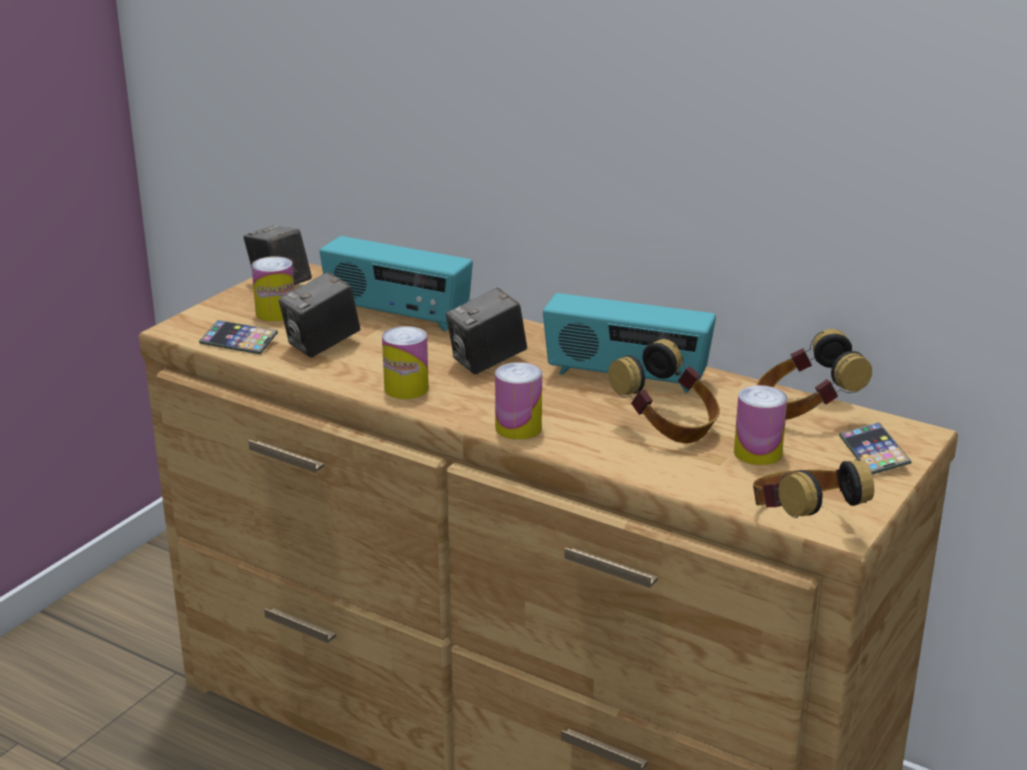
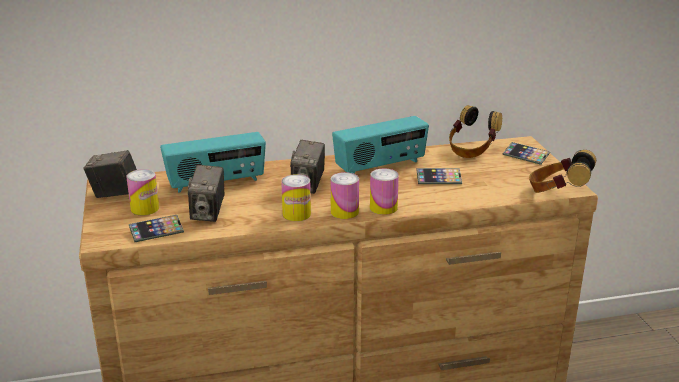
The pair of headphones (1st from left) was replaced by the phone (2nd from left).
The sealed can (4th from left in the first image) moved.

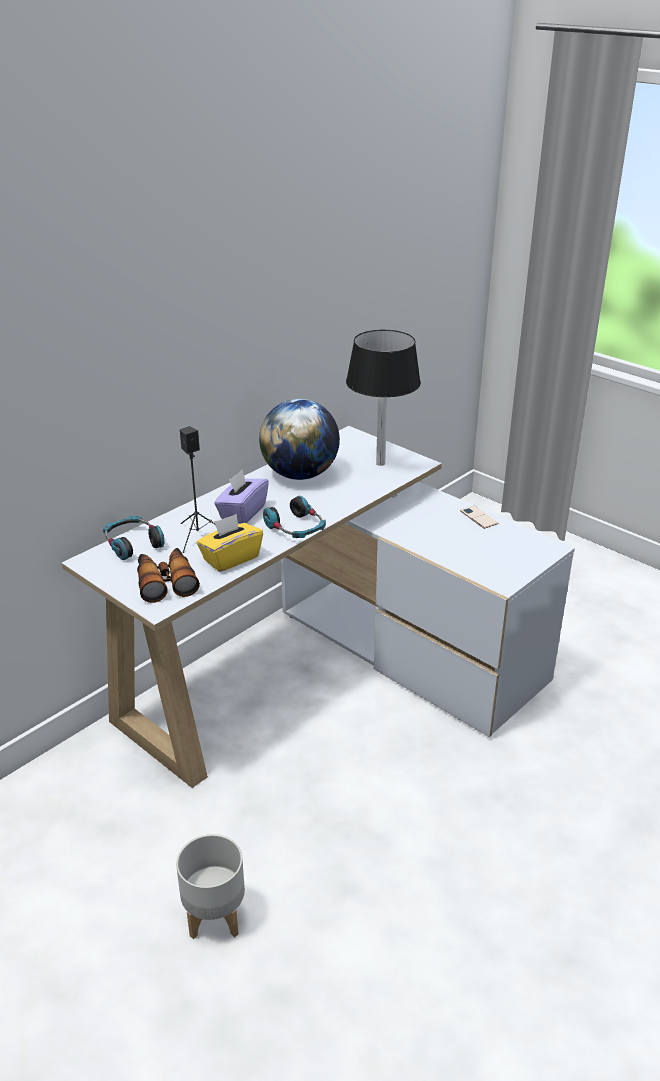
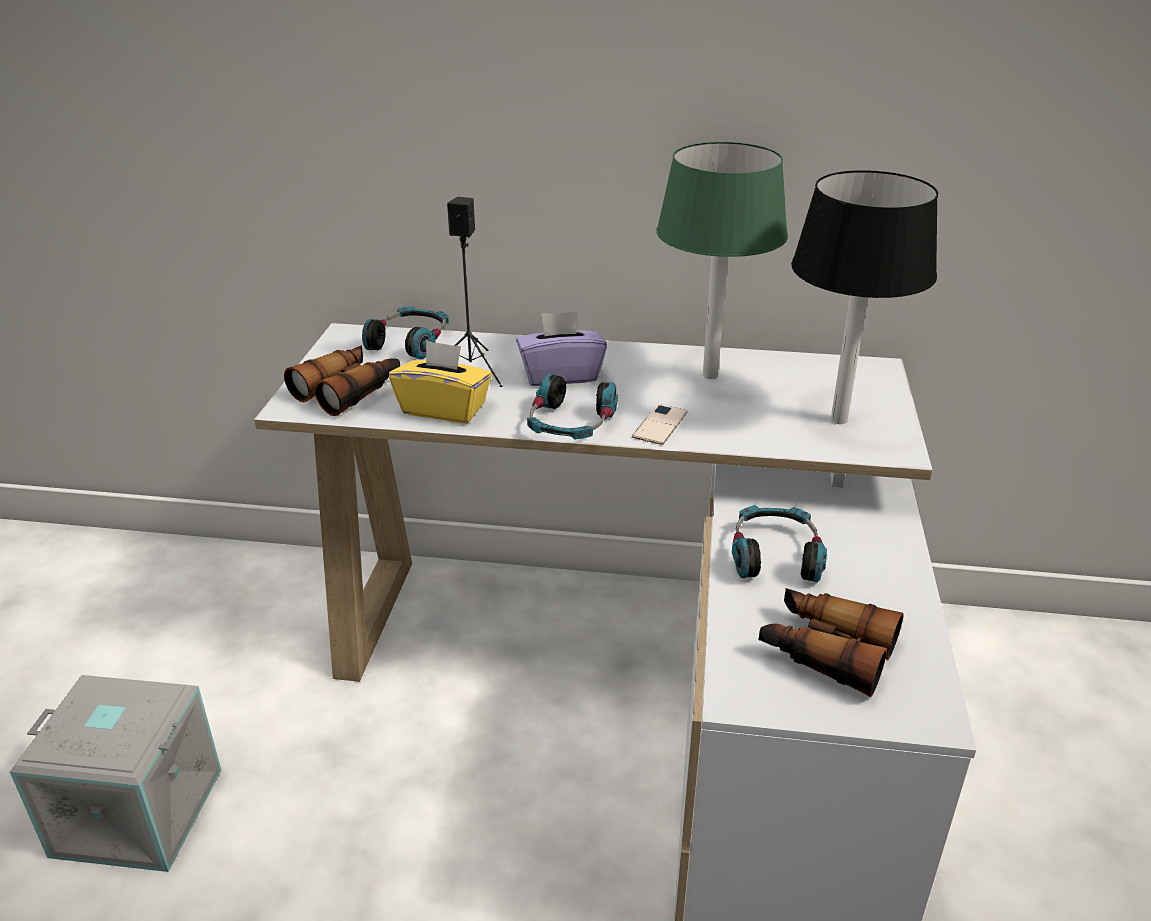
The globe was replaced by the green lamp for a table.
The phone moved.
The grey flower pot was replaced by the grey storage box.
The pair of headphones (3rd from left) appeared.
The field glasses (2nd from left) appeared.

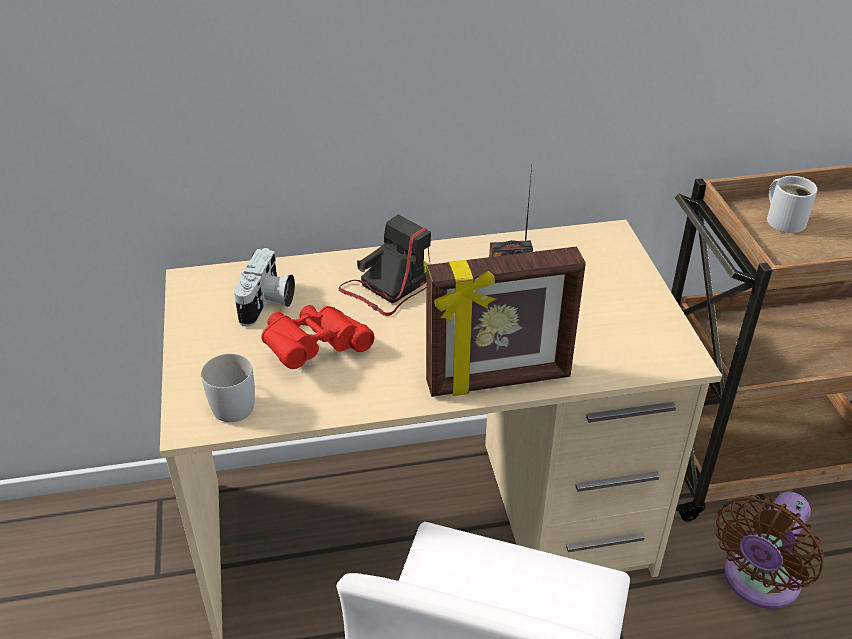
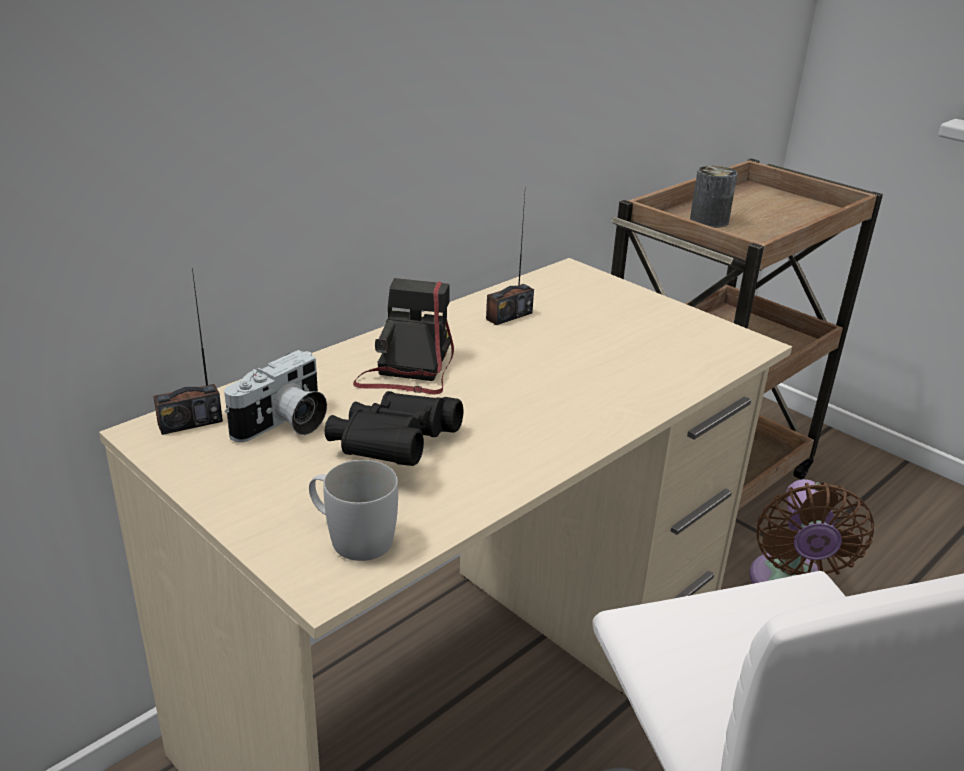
The white coffee mug (2nd from left) was replaced by the sealed can.
The photo frame disappeared.
The still camera (1st from left) turned 60 degrees clockwise.
The red field glasses became the blackish field glasses.
The radio receiver (1st from left) appeared.

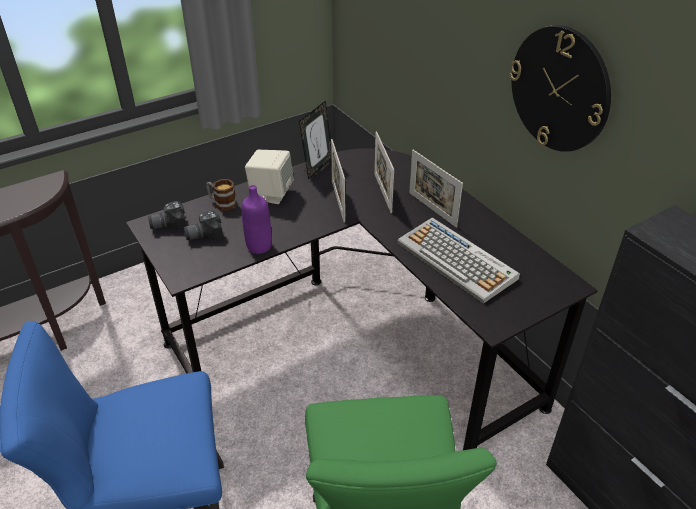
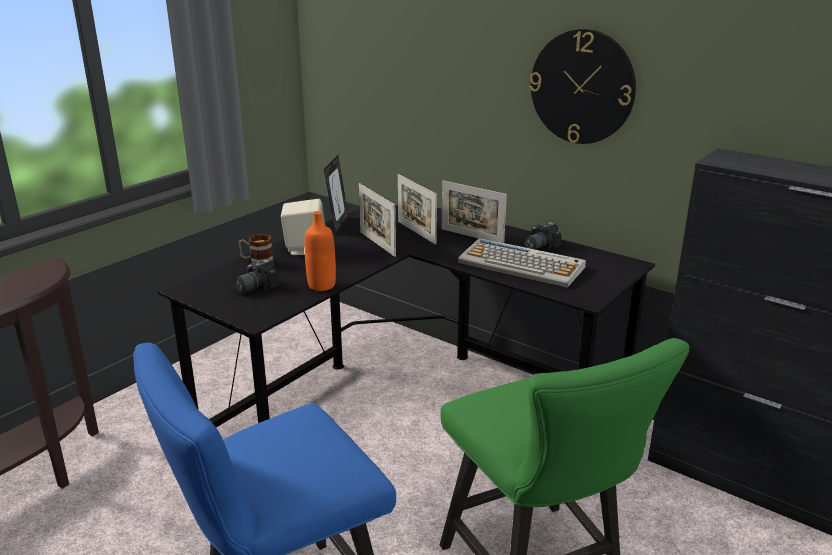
The purplish bottle became the orangey bottle.
The still camera (1st from left in the first image) moved.

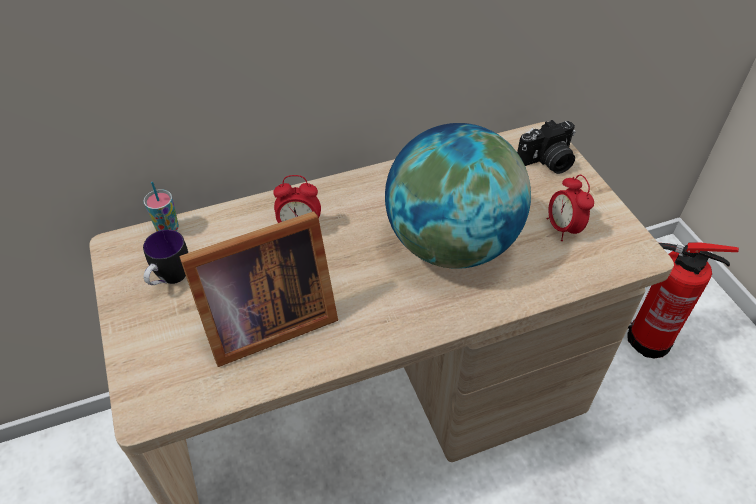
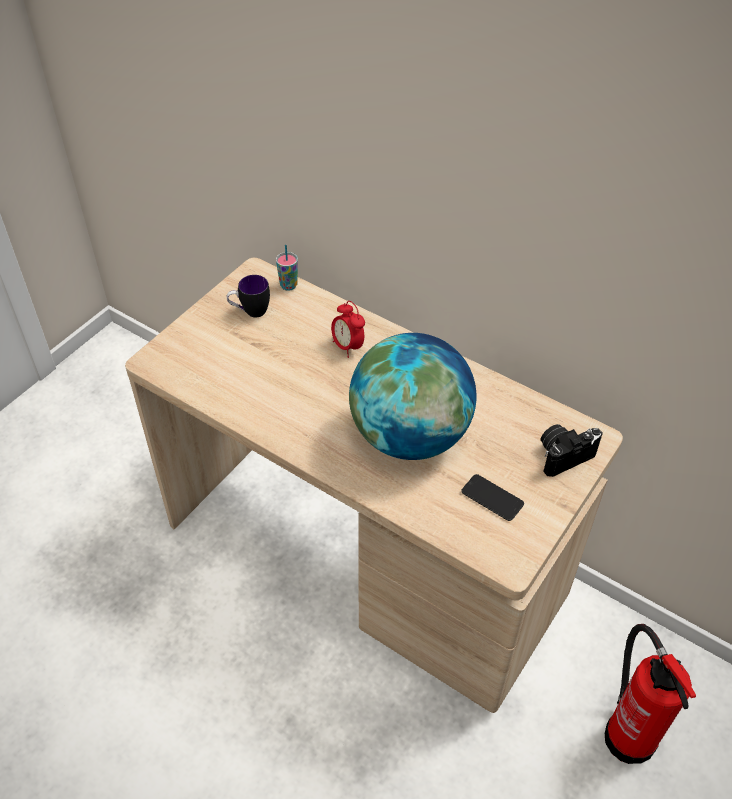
The still camera turned 120 degrees clockwise.
The bedside clock (2nd from left) was replaced by the phone.
The photo frame disappeared.

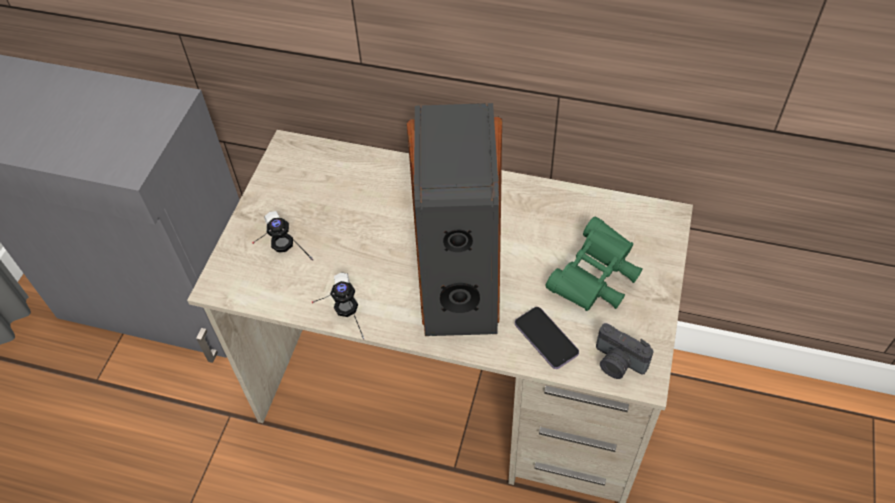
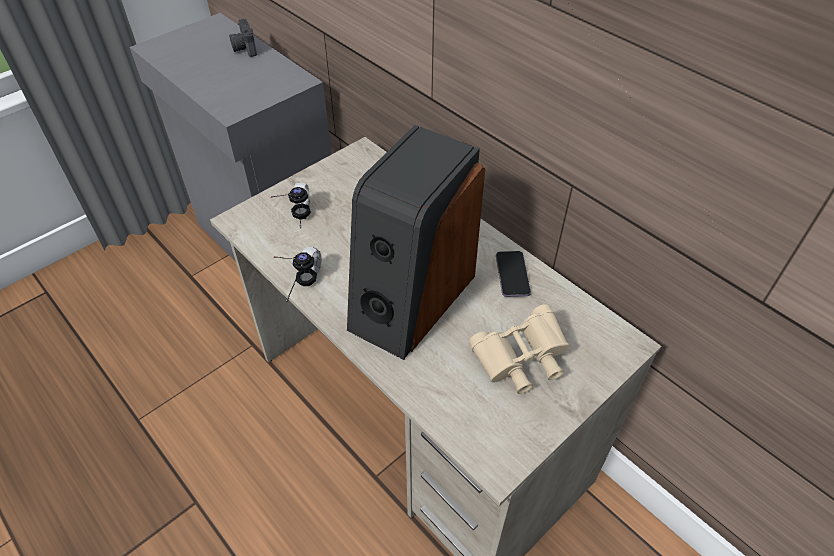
The green field glasses became the beige-coloured field glasses.
The phone moved.
The still camera moved.

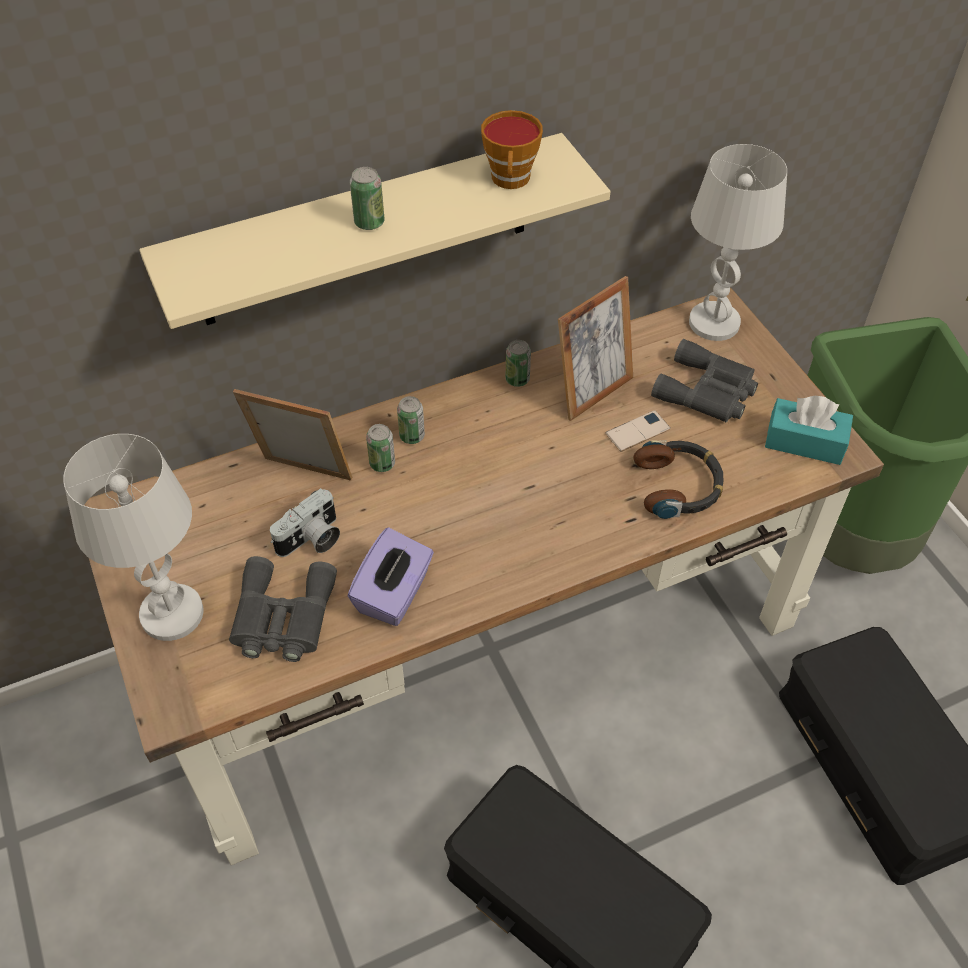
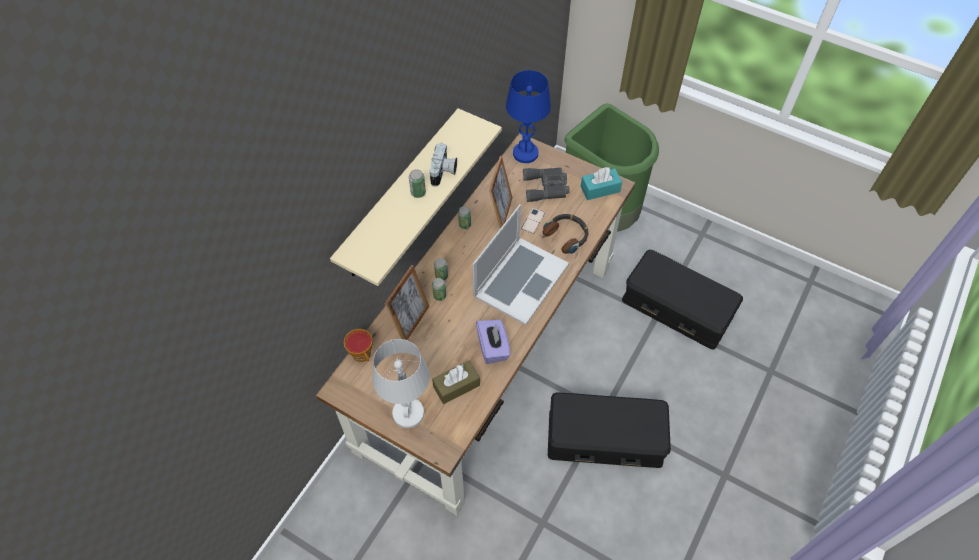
The cup moved.
The white lamp for a table (2nd from left) became the bluish lamp for a table.
The photo frame (1st from left) turned 135 degrees clockwise.
The still camera moved.
The grey field glasses (1st from left) was replaced by the brown-coloured box of tissues.
The laptop appeared.

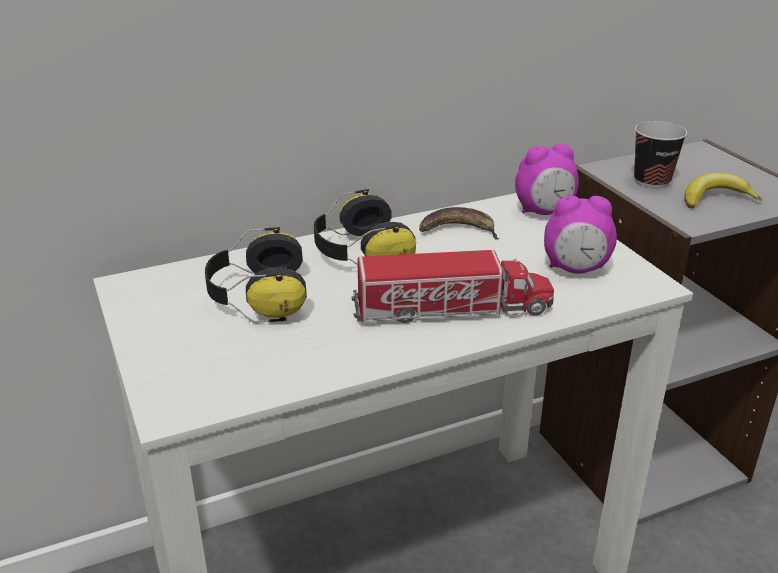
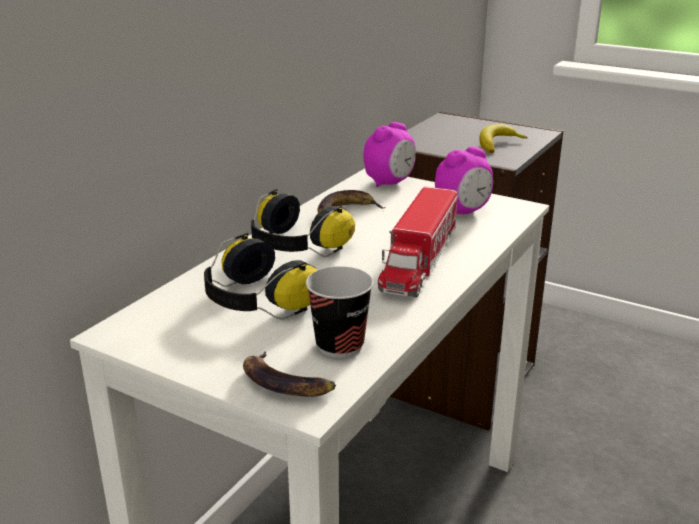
The cup moved.
The toy lorry turned 150 degrees clockwise.
The banana fruit (1st from left) appeared.

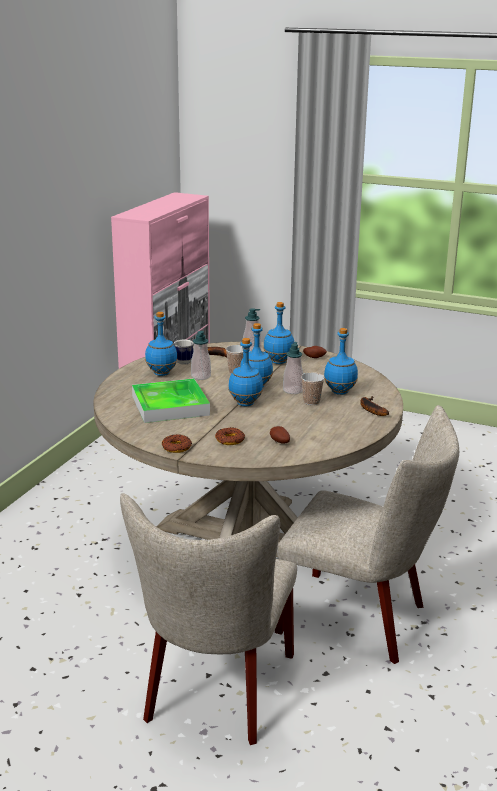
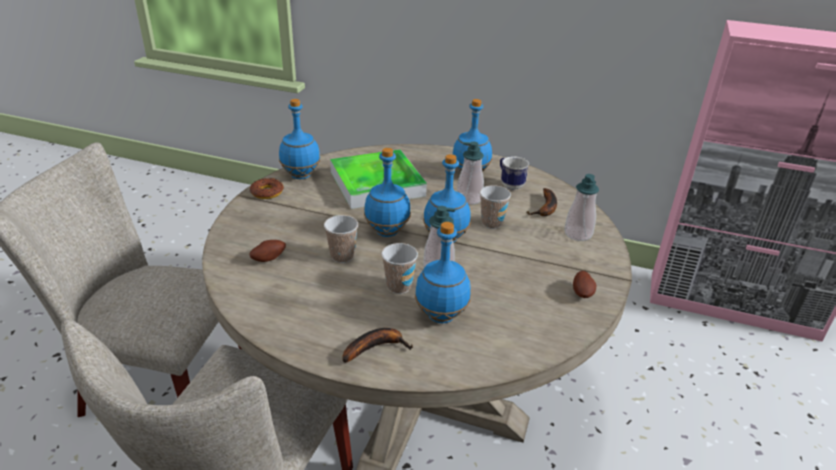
The bluish bottle (4th from left in the first image) moved.
The doughnut (2nd from left) disappeared.
The cup (1st from left) appeared.

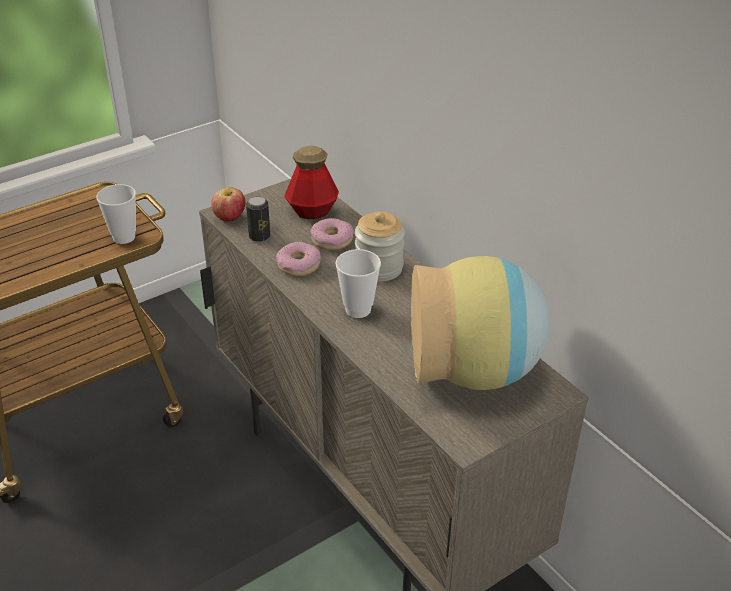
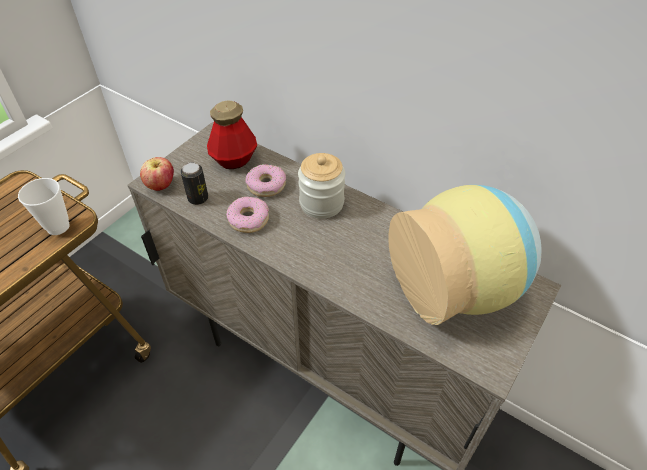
The cup (2nd from left) disappeared.

